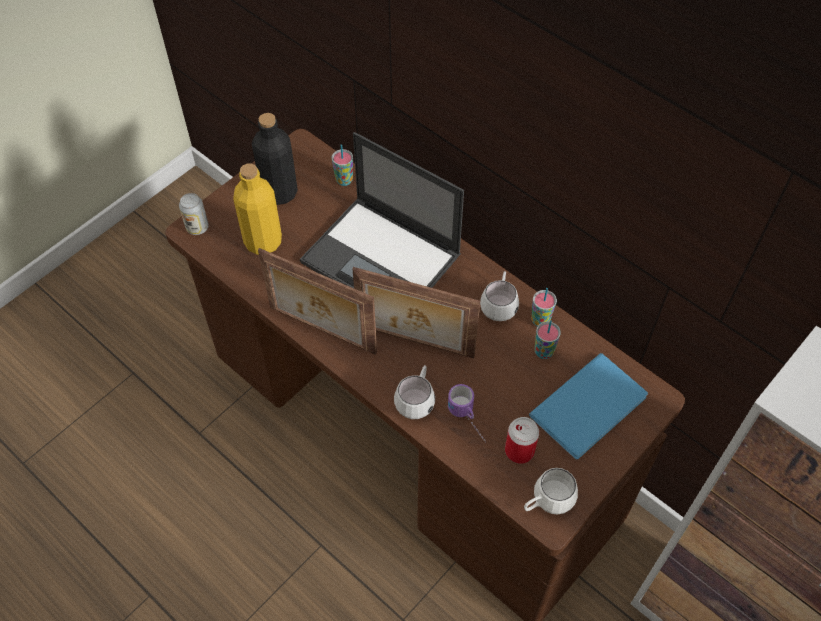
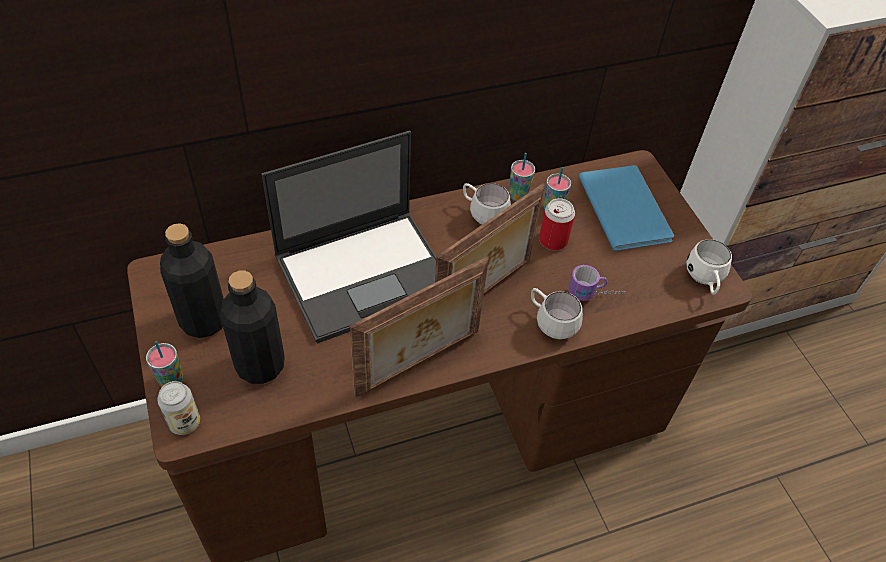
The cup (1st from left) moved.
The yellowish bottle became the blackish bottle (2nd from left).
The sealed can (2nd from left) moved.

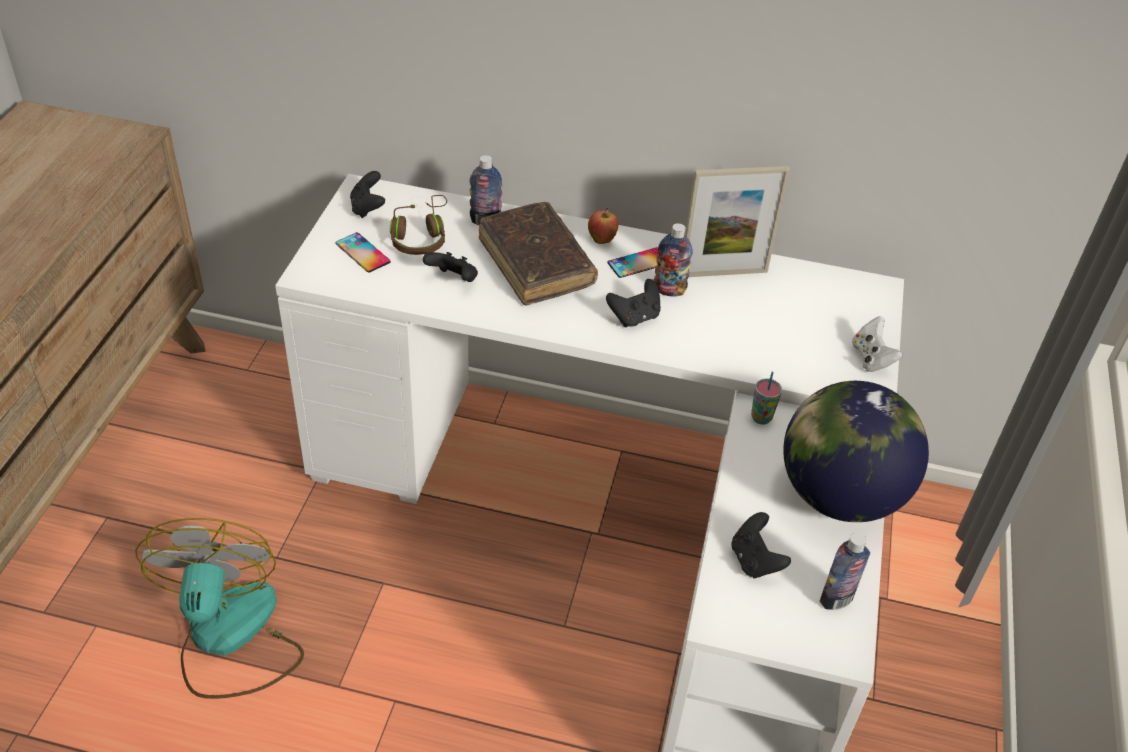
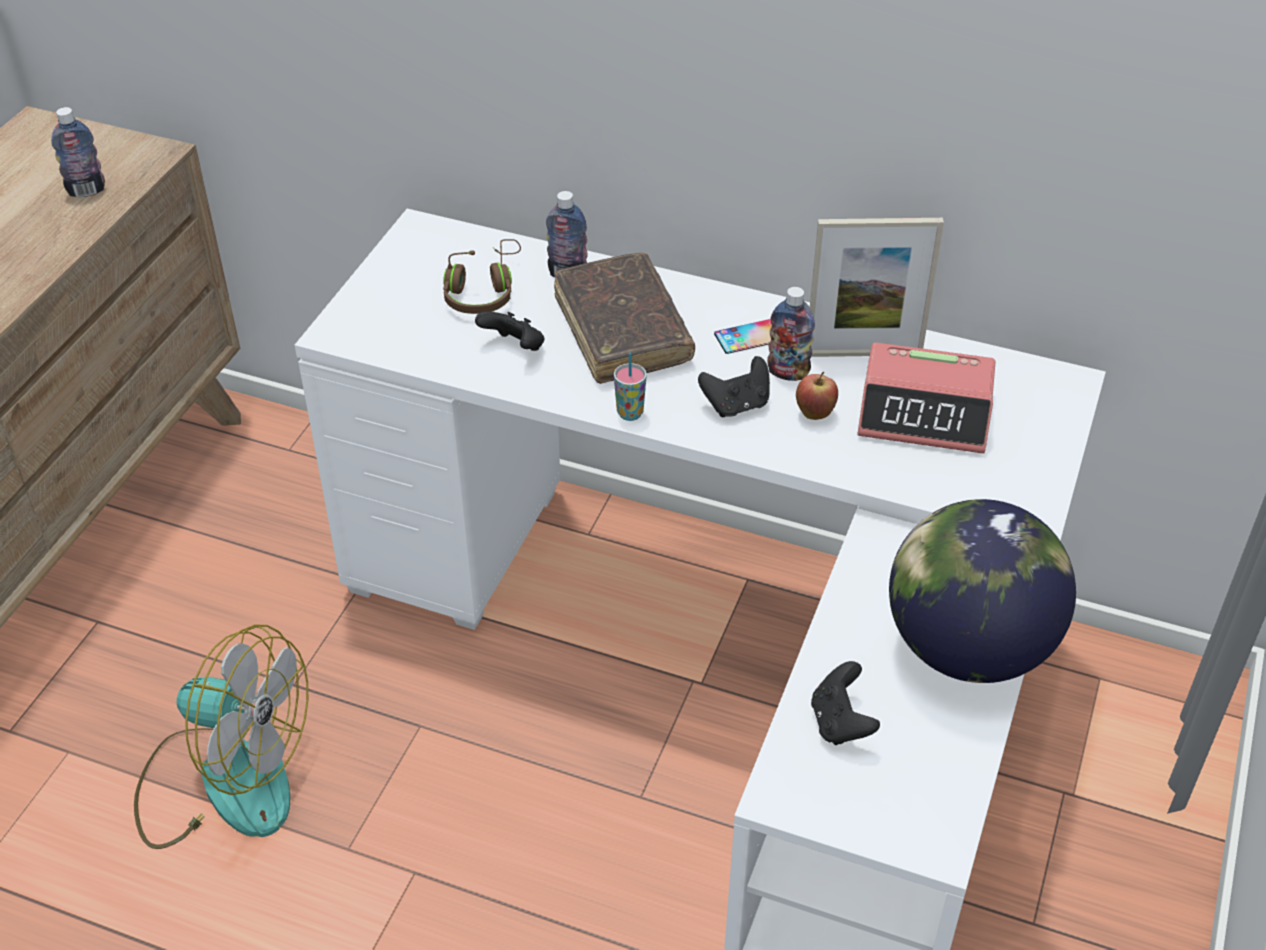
The blackish gamepad (1st from left) disappeared.
The whole apple moved.
The phone (1st from left) disappeared.
The white gamepad disappeared.
The cup moved.
The cooling fan turned 105 degrees clockwise.
The bottle (3rd from left in the first image) moved.
The bedside clock appeared.

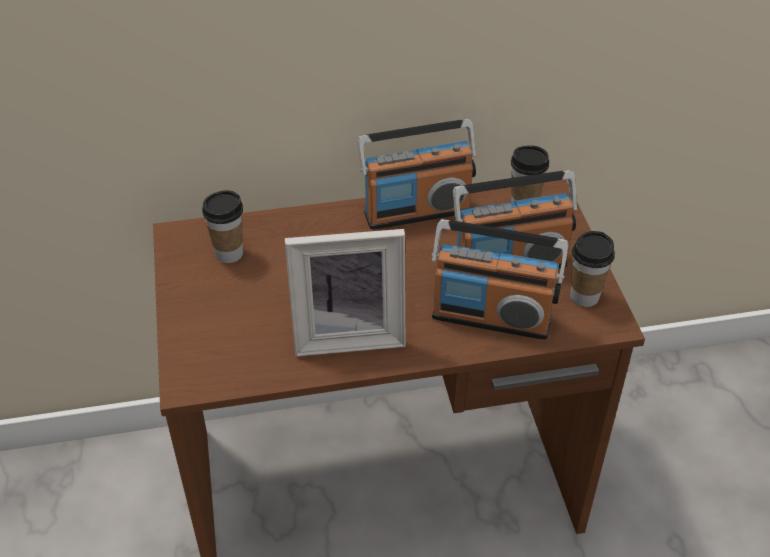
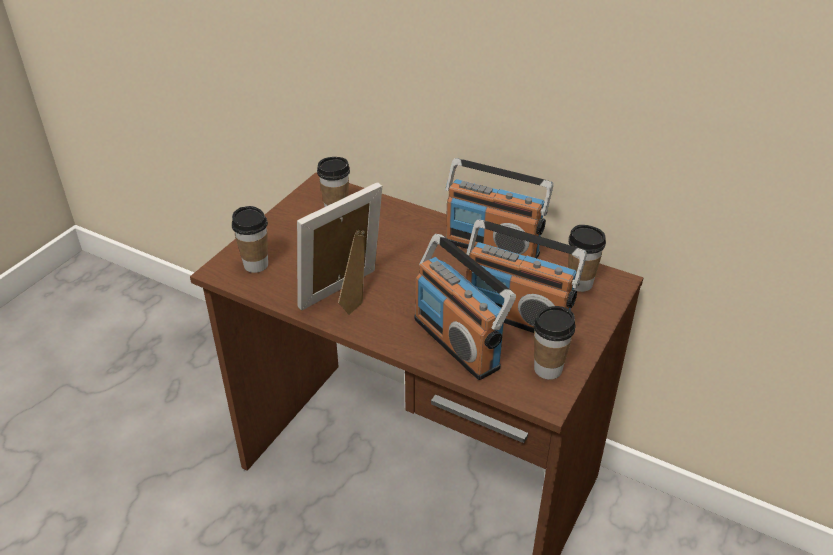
The photo frame turned 105 degrees clockwise.
The cup (1st from left) appeared.

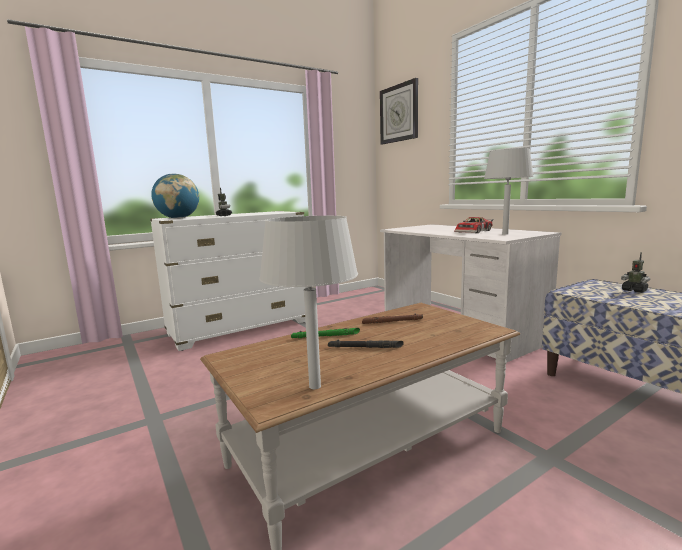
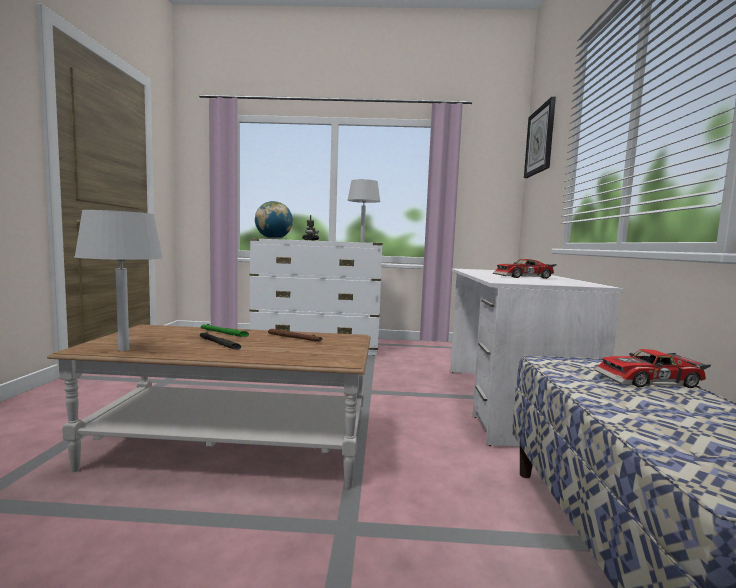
The grey lamp for a table (2nd from left) moved.
The toy robot (2nd from left) was replaced by the miniature car (2nd from left).

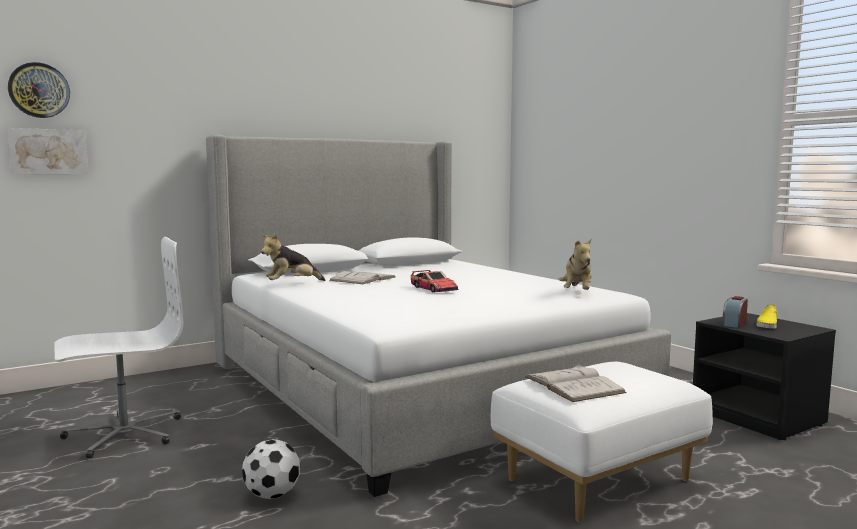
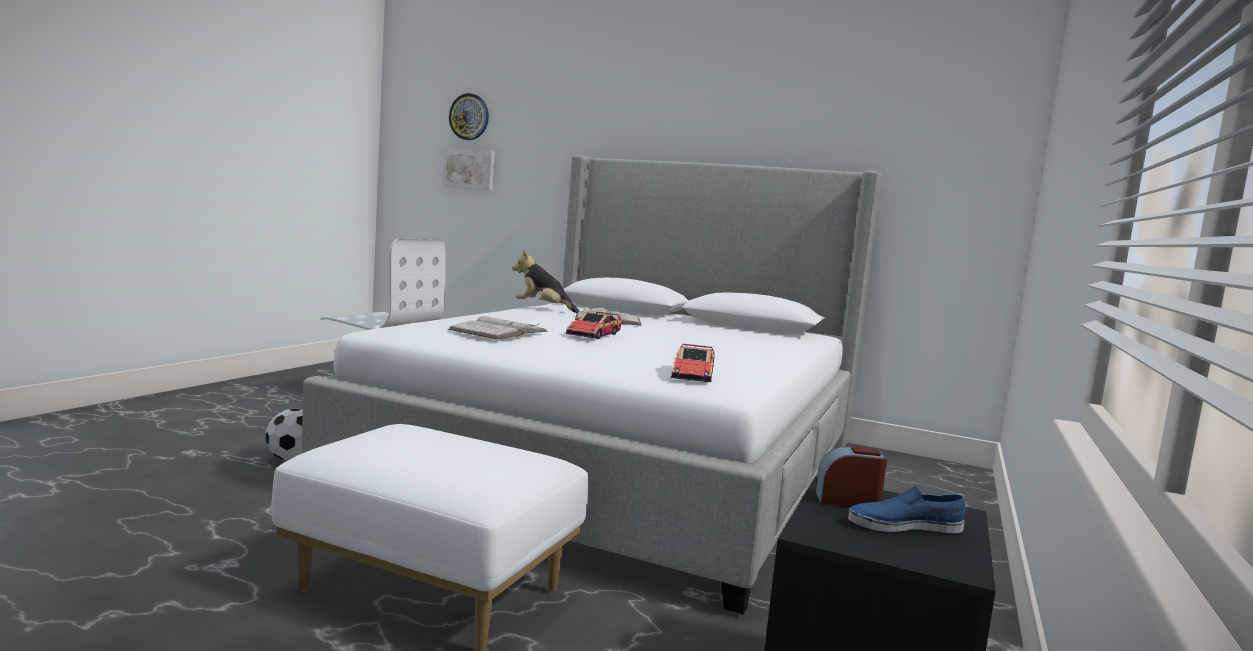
The soft toy (2nd from left) was replaced by the miniature car (2nd from left).
The yellowish item of footwear became the bluish item of footwear.
The white book (2nd from left in the first image) moved.

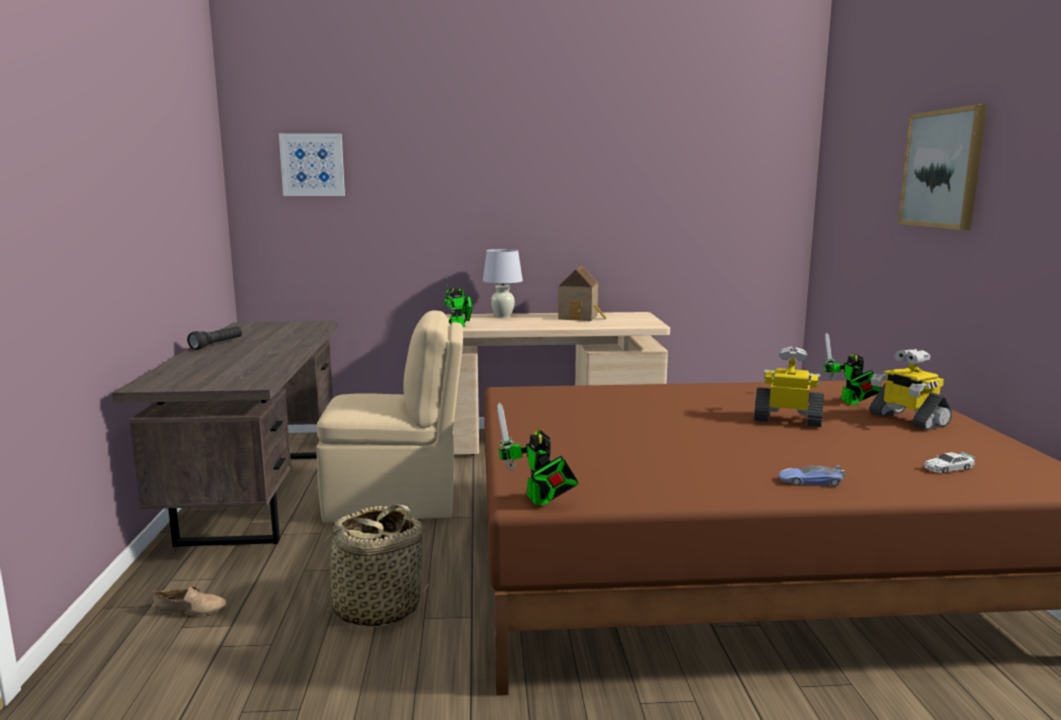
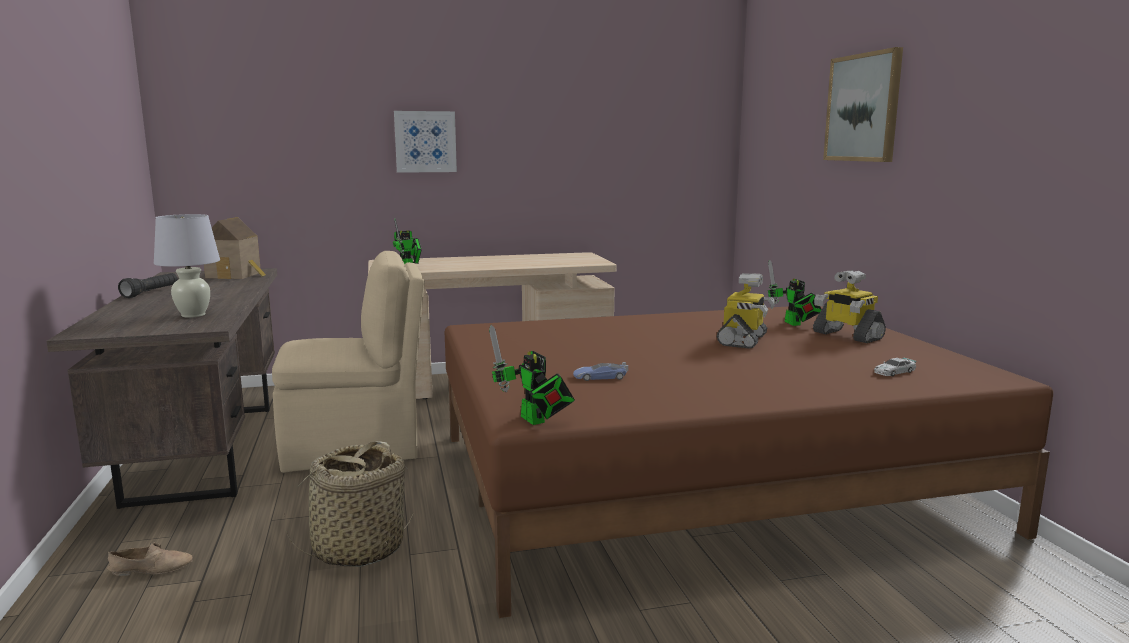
The wall picture (1st from left) moved.
The white lamp for a table moved.
The model house moved.
The toy robot (3rd from left) turned 105 degrees clockwise.
The miniature car (1st from left) moved.

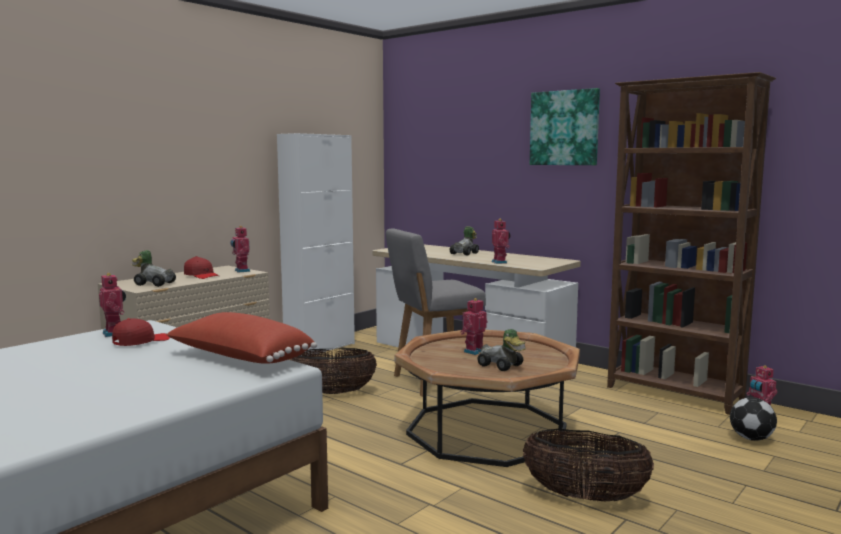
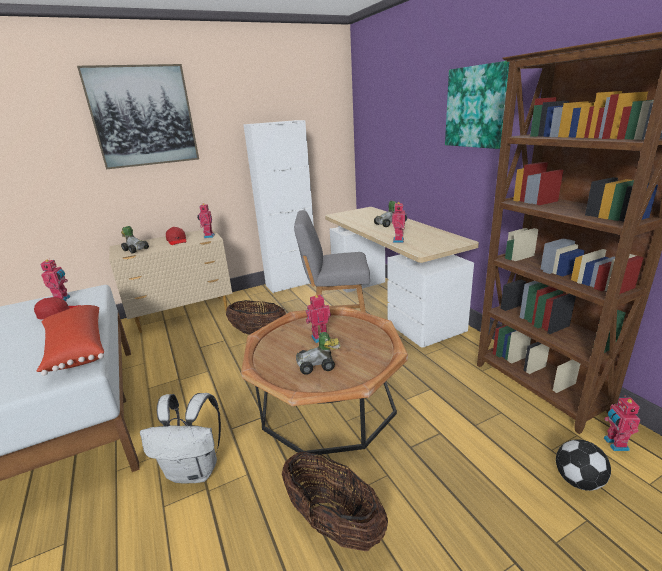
The miniature car (3rd from left in the first image) turned 75 degrees counterclockwise.
The wall picture (1st from left) appeared.
The white rucksack appeared.

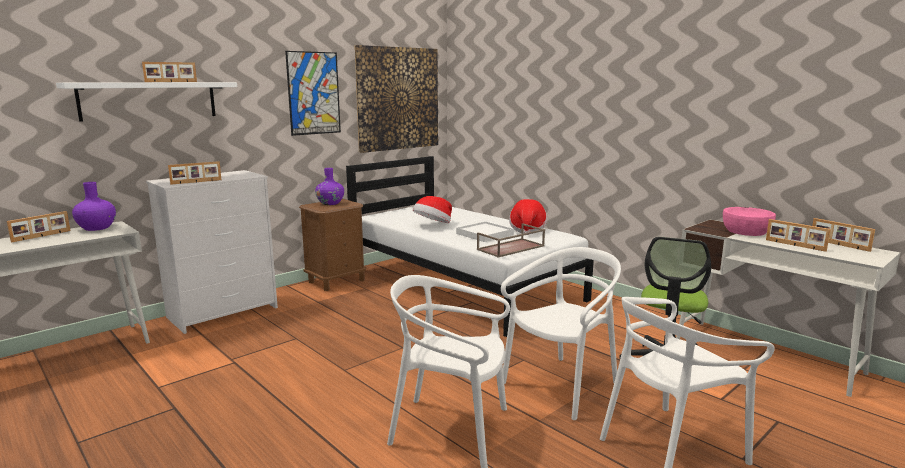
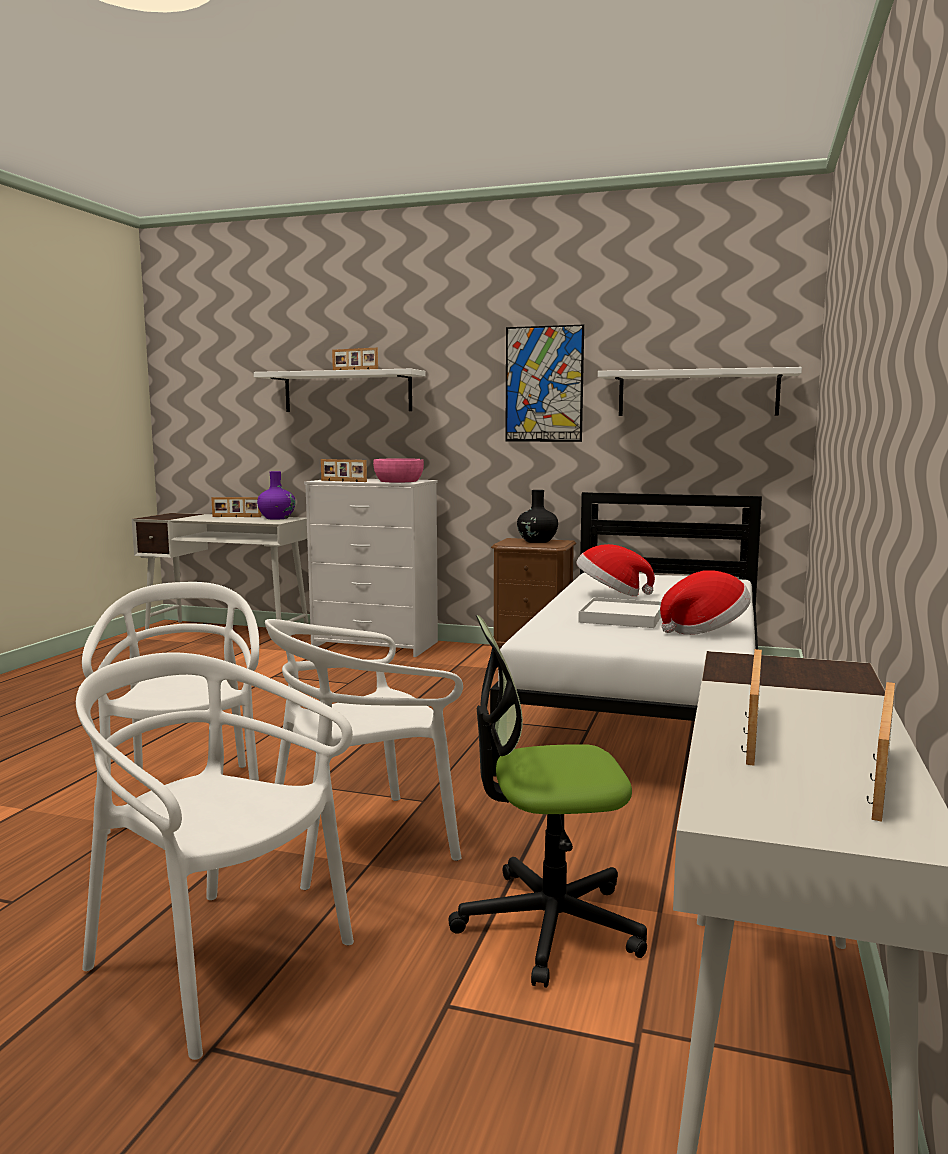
The wall picture (2nd from left) was replaced by the white shelf (2nd from left).
The purplish vase (2nd from left) became the blackish vase.
The pink bowl moved.
The brown-coloured tray disappeared.
The white plain chair (2nd from left in the first image) turned 135 degrees clockwise.

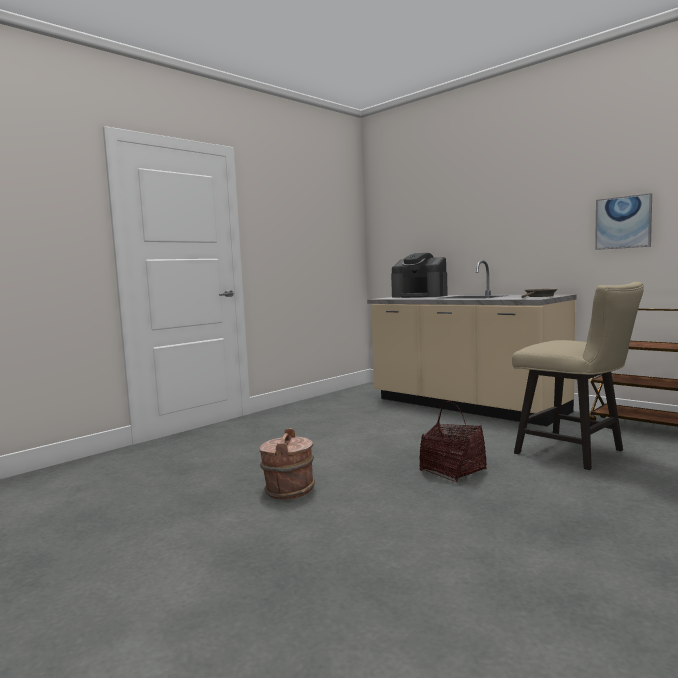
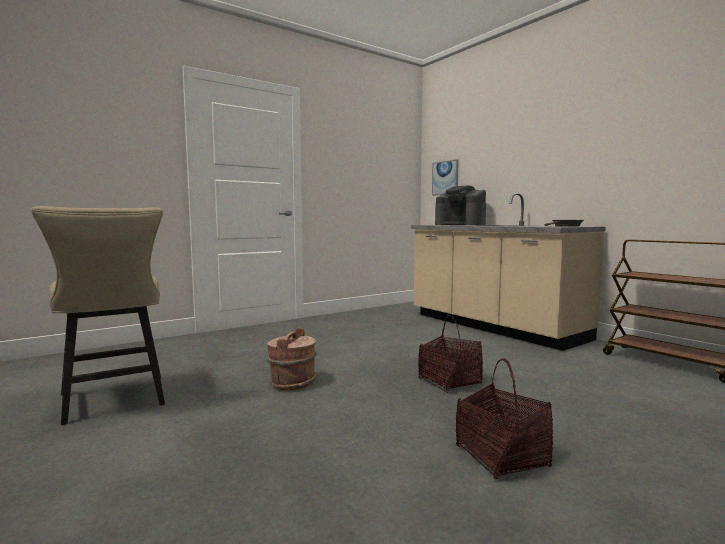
The wall picture moved.
The beige-coloured plain chair moved.
The household basket (2nd from left) appeared.

